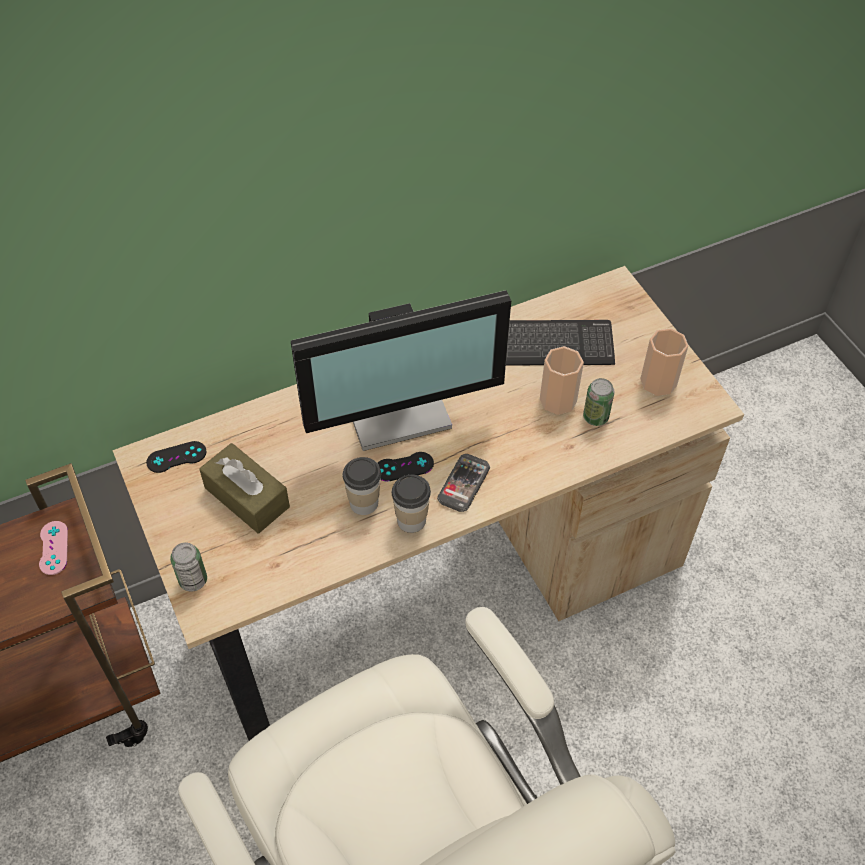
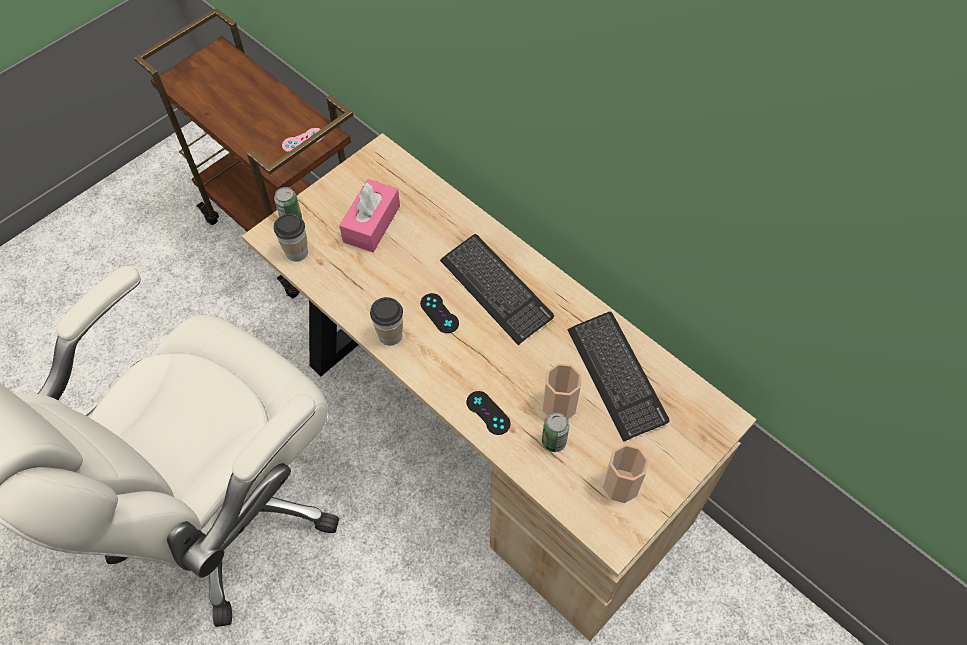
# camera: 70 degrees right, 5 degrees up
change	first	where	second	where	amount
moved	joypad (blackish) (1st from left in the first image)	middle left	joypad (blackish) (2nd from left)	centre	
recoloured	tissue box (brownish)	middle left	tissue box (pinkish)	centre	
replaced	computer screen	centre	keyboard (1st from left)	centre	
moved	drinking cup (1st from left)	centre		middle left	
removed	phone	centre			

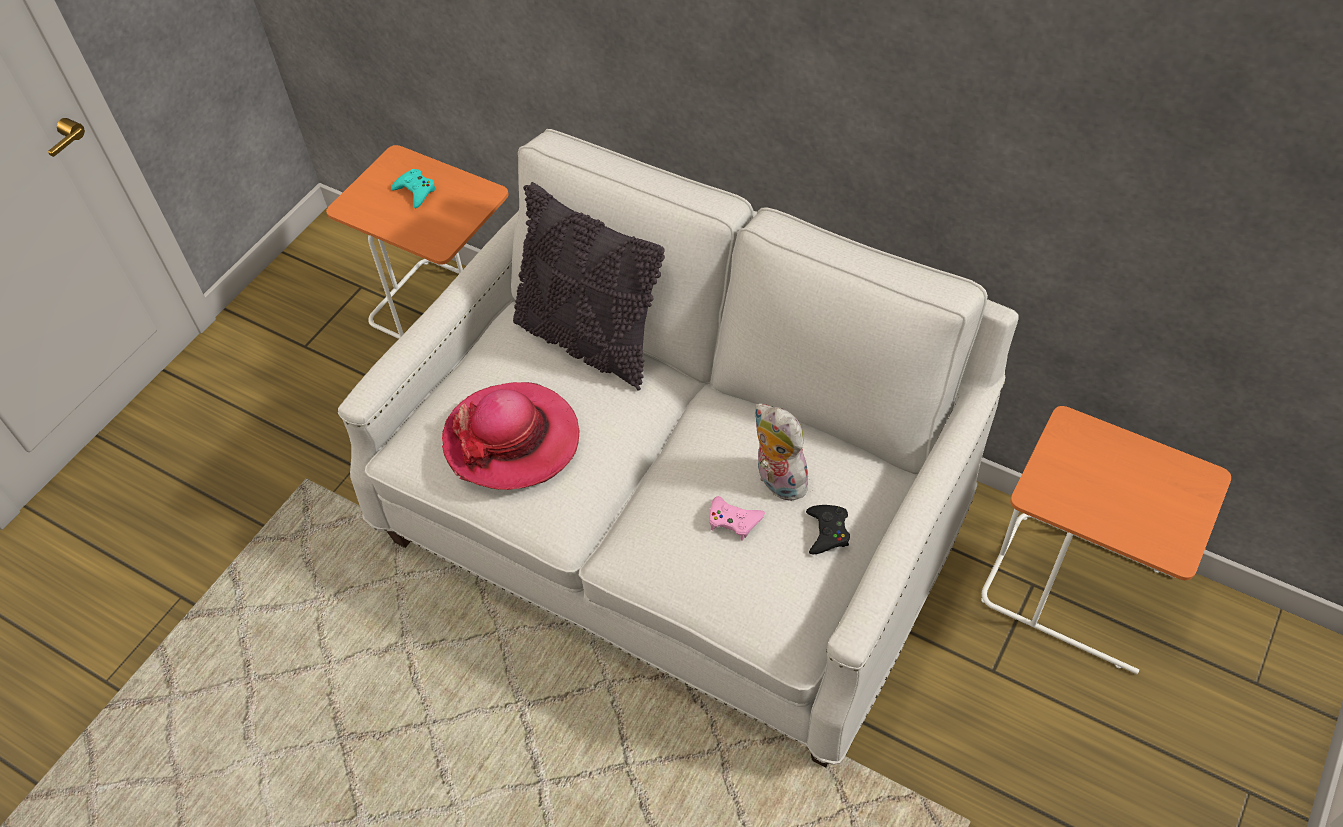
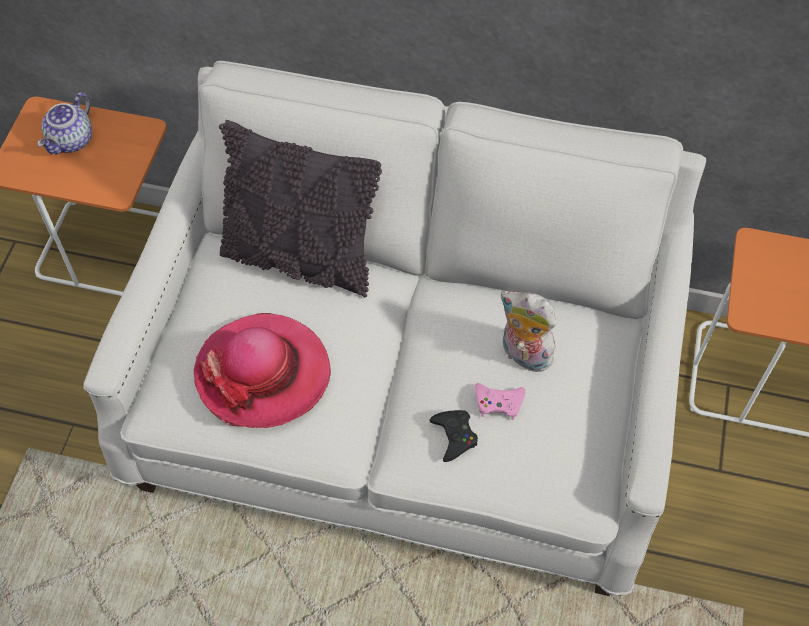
# camera: 20 degrees left, 5 degrees up
change	first	where	second	where	amount
replaced	joypad (turquoise)	top left	tea pot	top left	
moved	joypad (blackish)	centre		bottom centre	

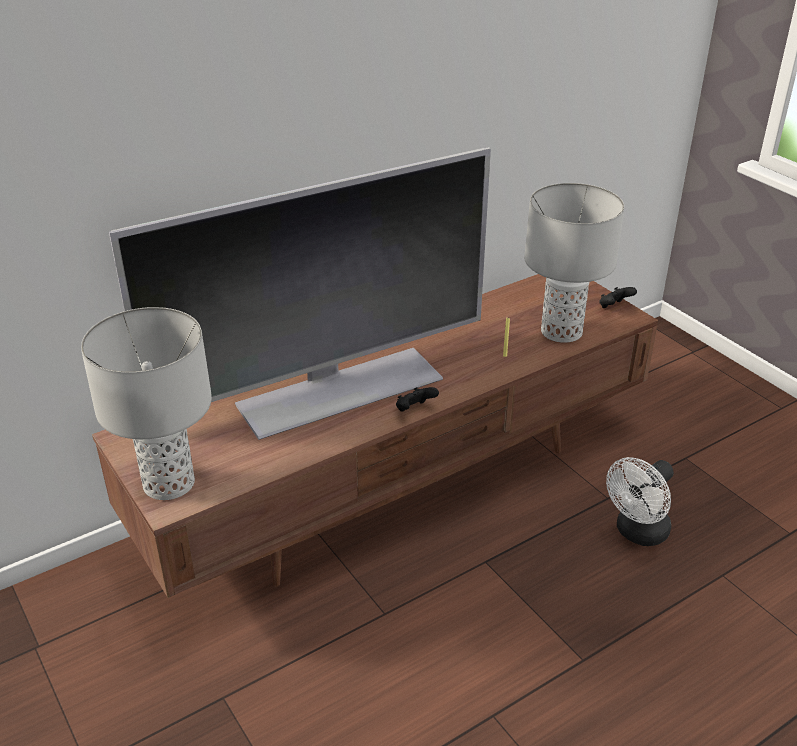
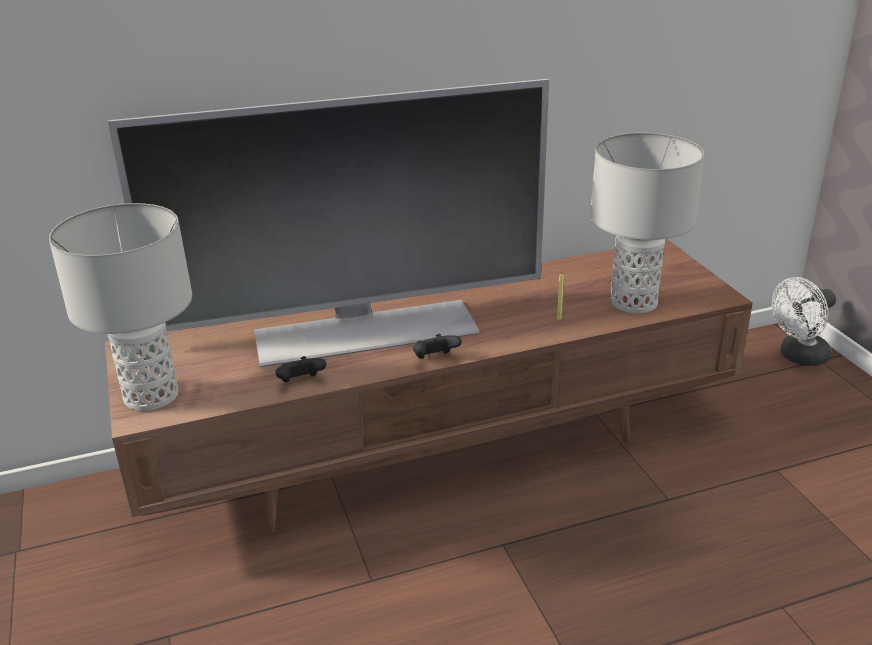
# camera: 15 degrees right, 5 degrees down
change	first	where	second	where	amount
moved	joypad (blackish) (2nd from left in the first image)	middle right	joypad (blackish) (1st from left)	centre	
moved	fan (whitish)	bottom right		middle right	

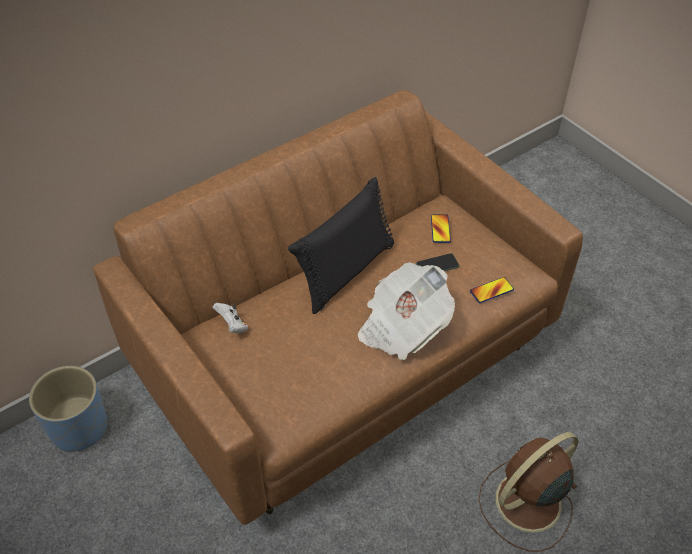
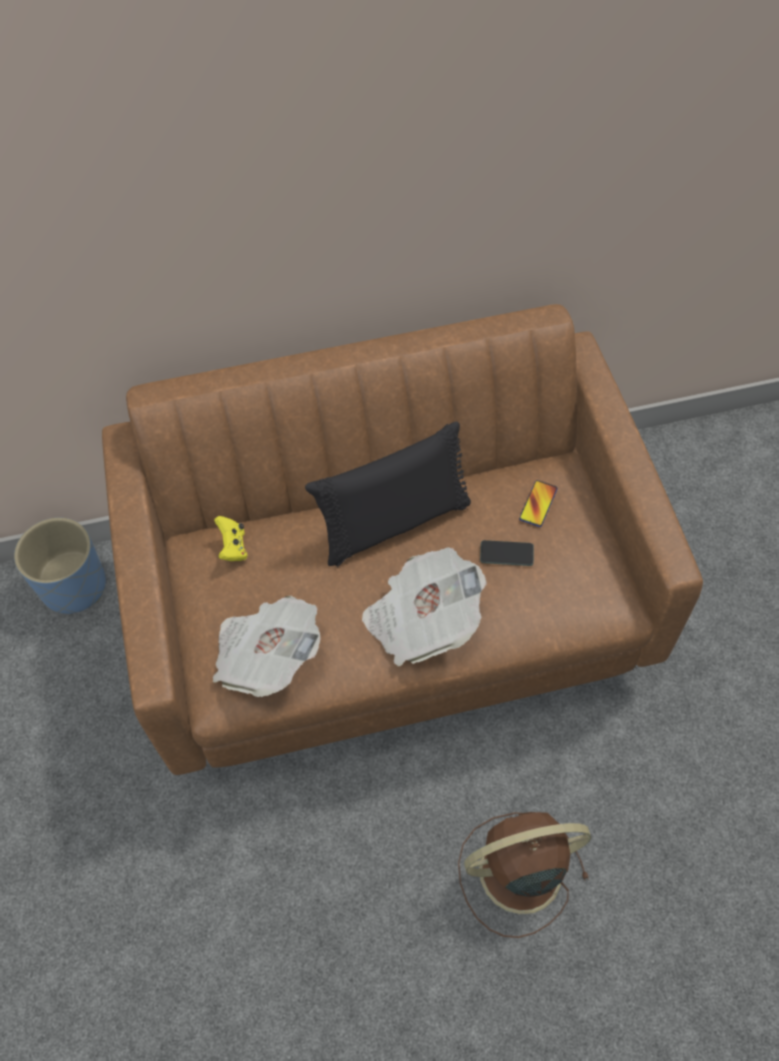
# camera: 25 degrees right, 10 degrees up
change	first	where	second	where	amount
recoloured	joypad (whitish)	middle left	joypad (yellow-coloured)	middle left	
removed	phone (3rd from left)	middle right			
added			printed paper (1st from left)	centre	

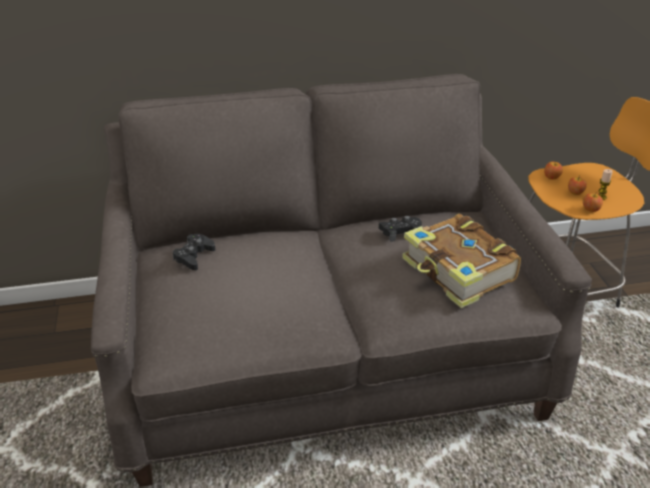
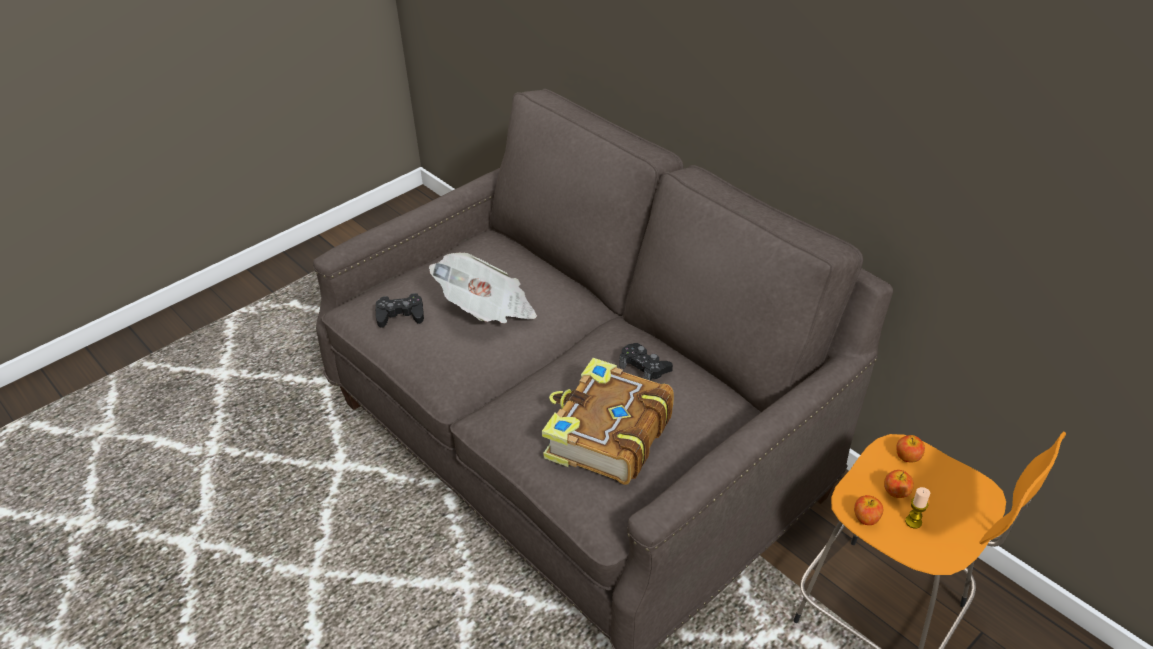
# camera: 60 degrees right, 5 degrees up
change	first	where	second	where	amount
moved	joypad (blackish) (1st from left)	middle left		centre	
added			printed paper	centre	

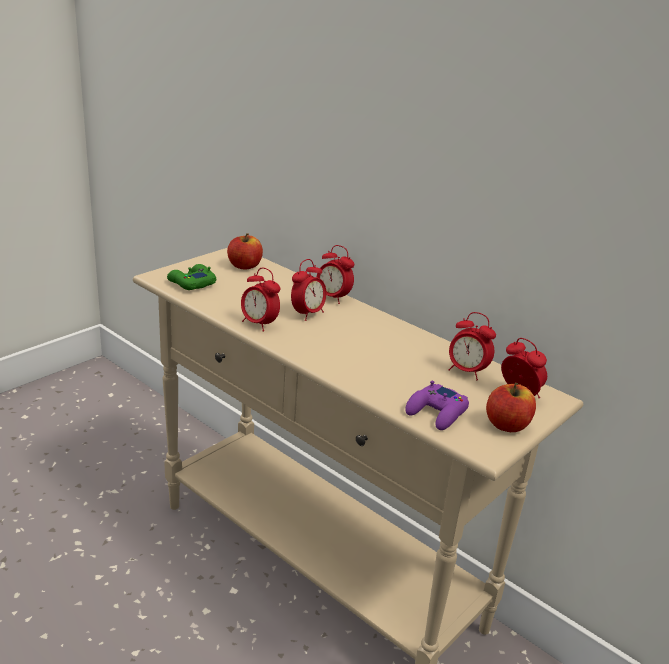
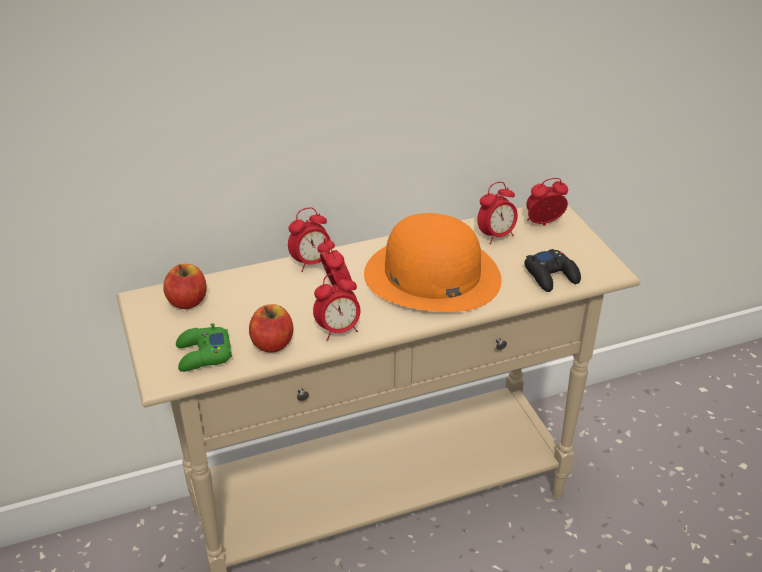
# camera: 60 degrees left, 10 degrees up
change	first	where	second	where	amount
recoloured	joypad (purplish)	centre	joypad (blackish)	middle right	
moved	whole apple (2nd from left)	middle right		centre	
added			wearable hat (orange-coloured)	centre	

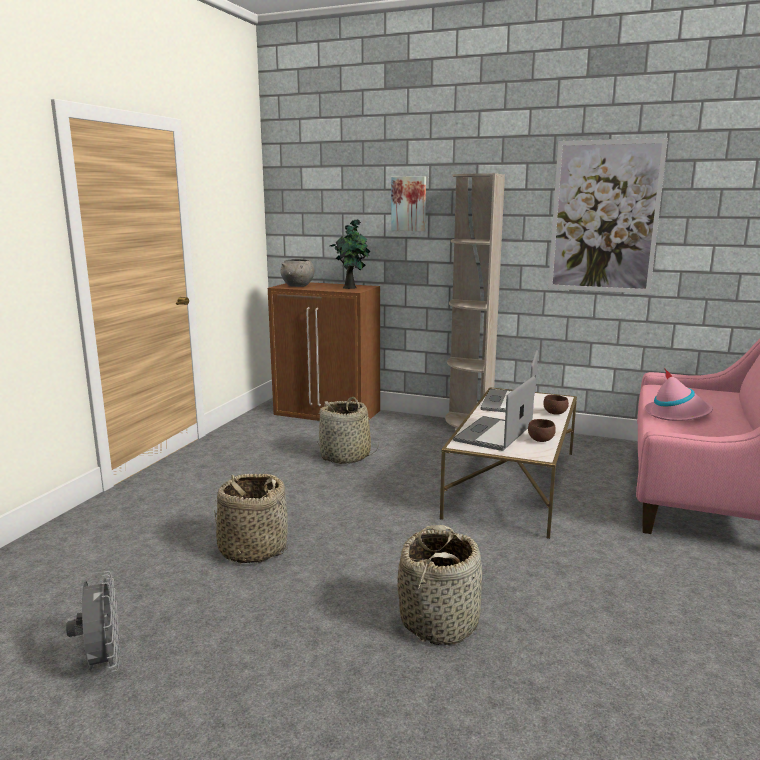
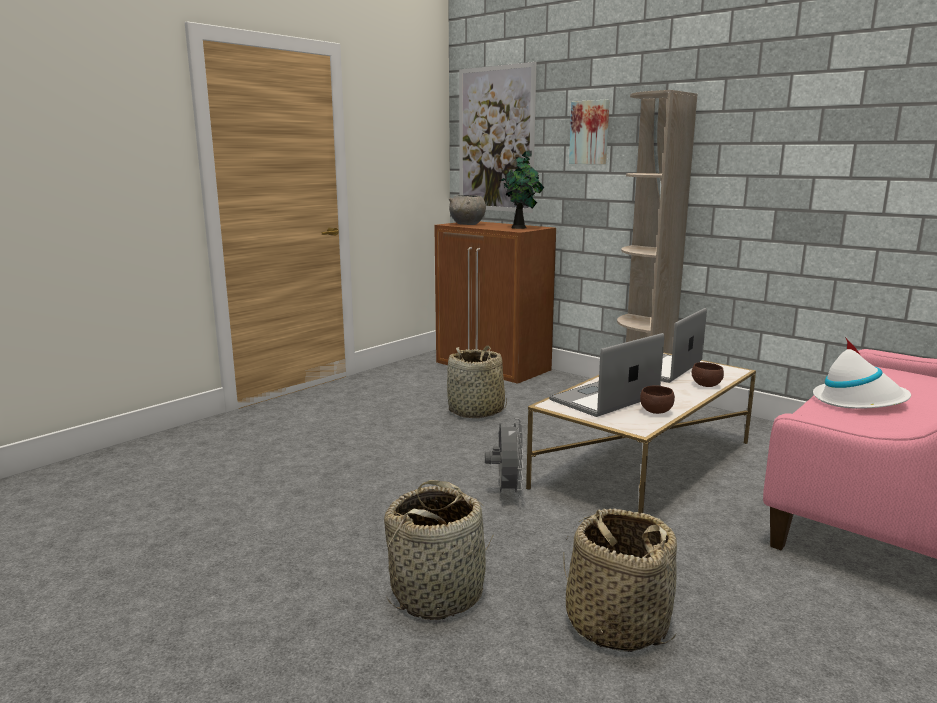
# camera: 20 degrees right, 0 degrees up
change	first	where	second	where	amount
moved	fan (gray)	bottom left		centre	
moved	household basket (1st from left in the first image)	bottom left	household basket (3rd from left)	bottom centre	
moved	wall art (2nd from left in the first image)	top right	wall art (1st from left)	top centre	
recoloured	wearable hat (pinkish)	middle right	wearable hat (whitish)	middle right	

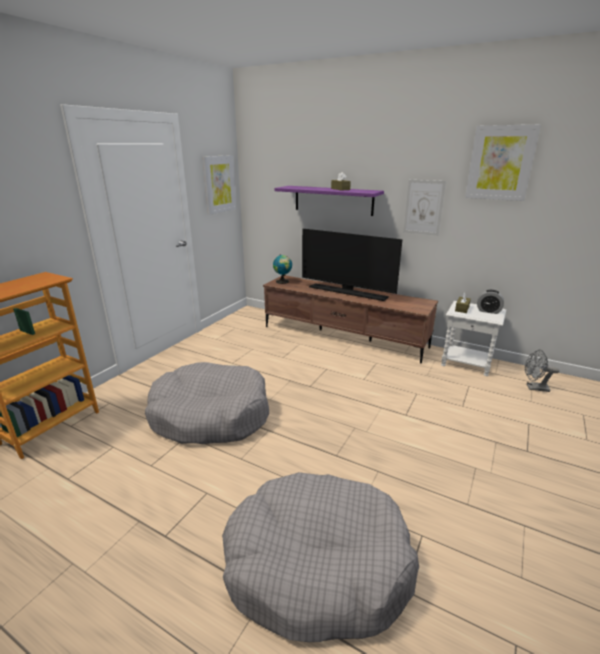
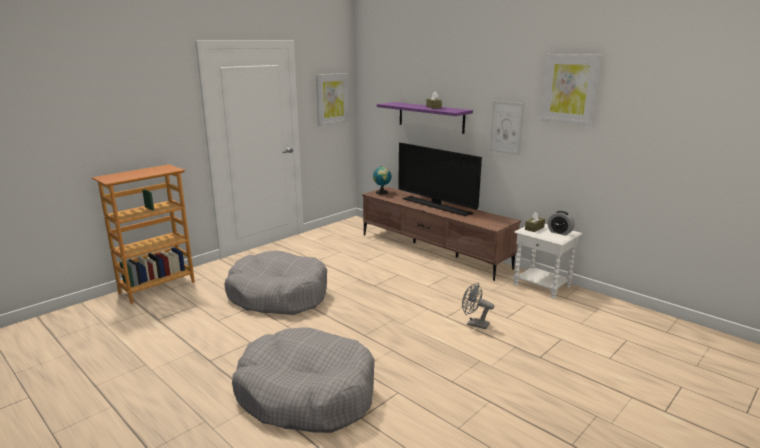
# camera: 15 degrees right, 5 degrees down
change	first	where	second	where	amount
moved	fan (gray)	middle right		bottom centre	

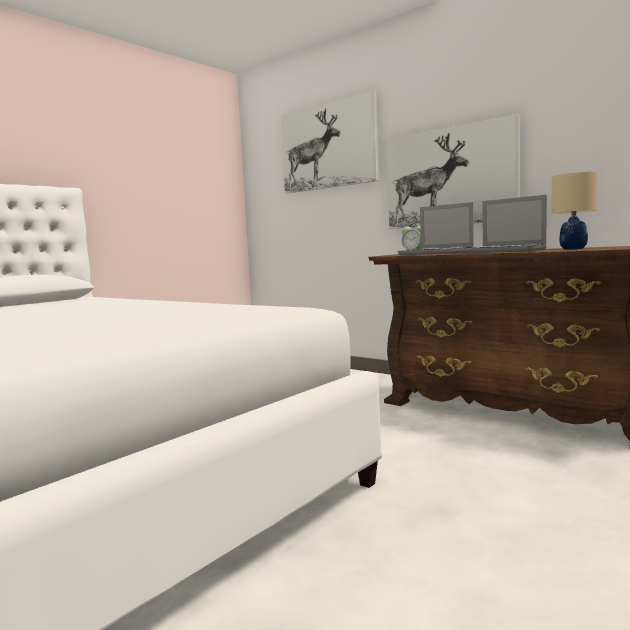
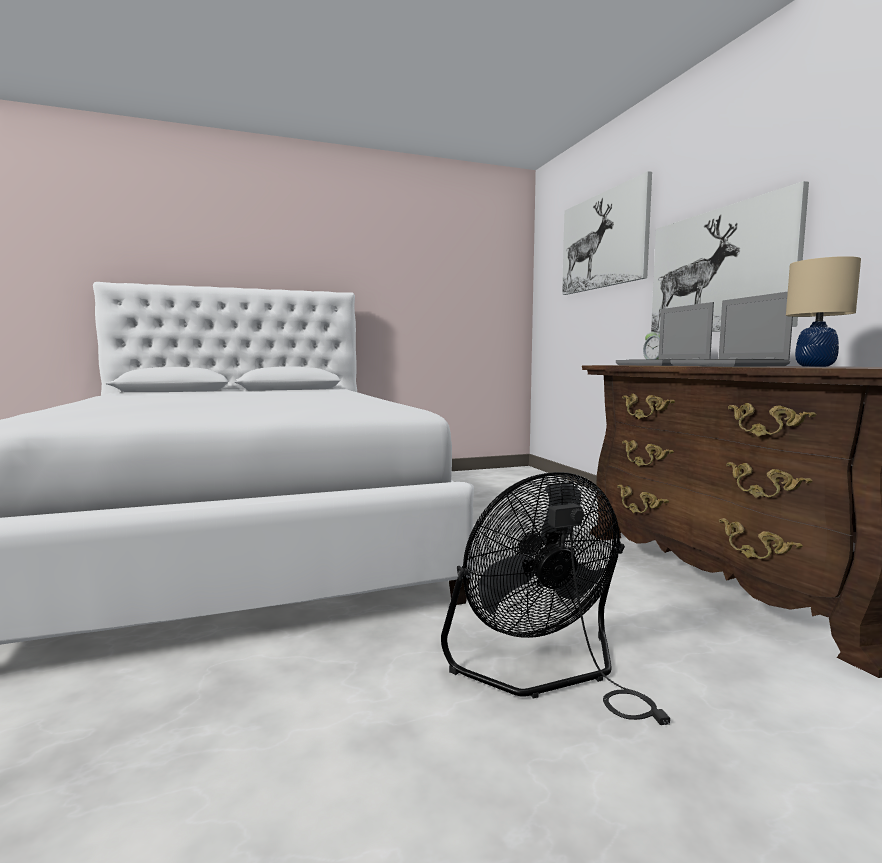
# camera: 30 degrees right, 0 degrees up
change	first	where	second	where	amount
added			fan (blackish)	bottom centre	

